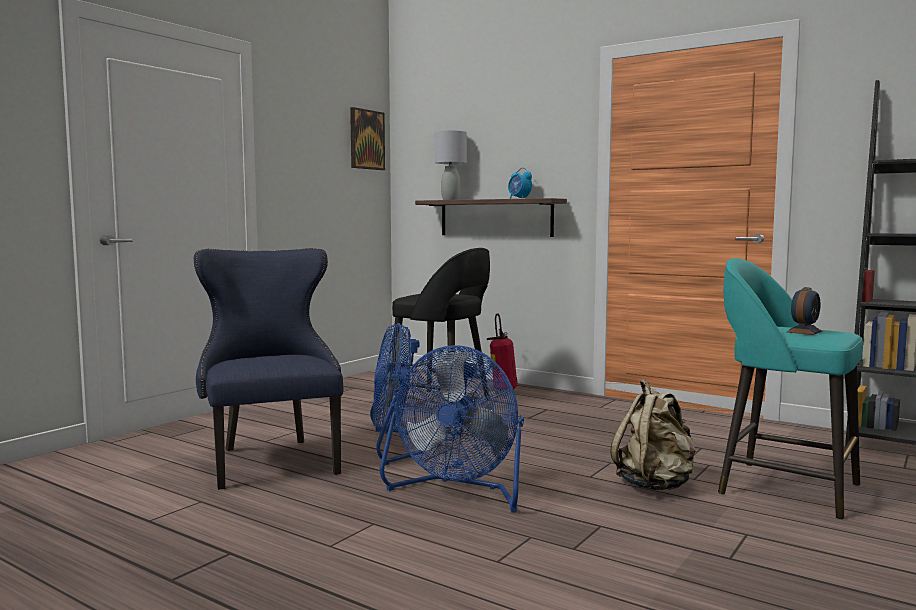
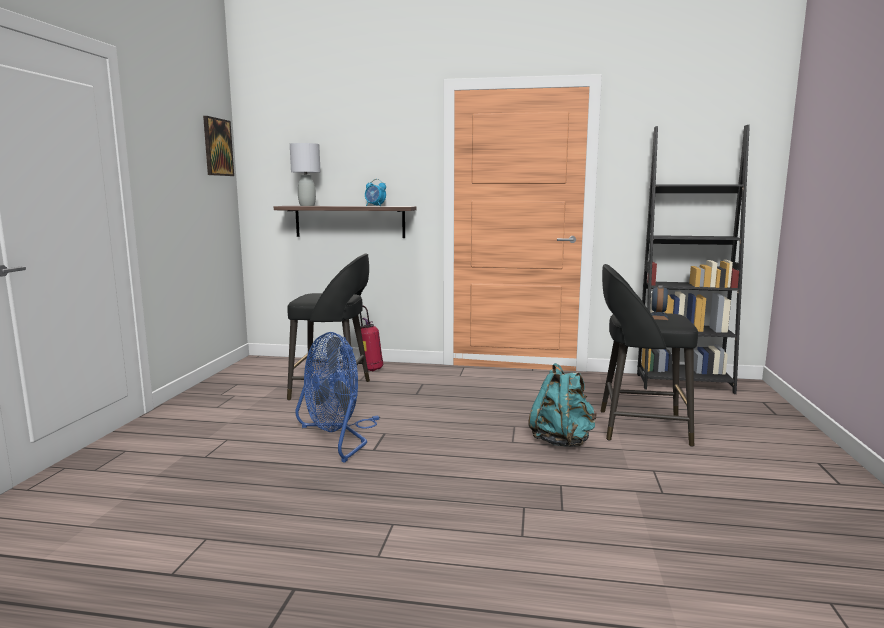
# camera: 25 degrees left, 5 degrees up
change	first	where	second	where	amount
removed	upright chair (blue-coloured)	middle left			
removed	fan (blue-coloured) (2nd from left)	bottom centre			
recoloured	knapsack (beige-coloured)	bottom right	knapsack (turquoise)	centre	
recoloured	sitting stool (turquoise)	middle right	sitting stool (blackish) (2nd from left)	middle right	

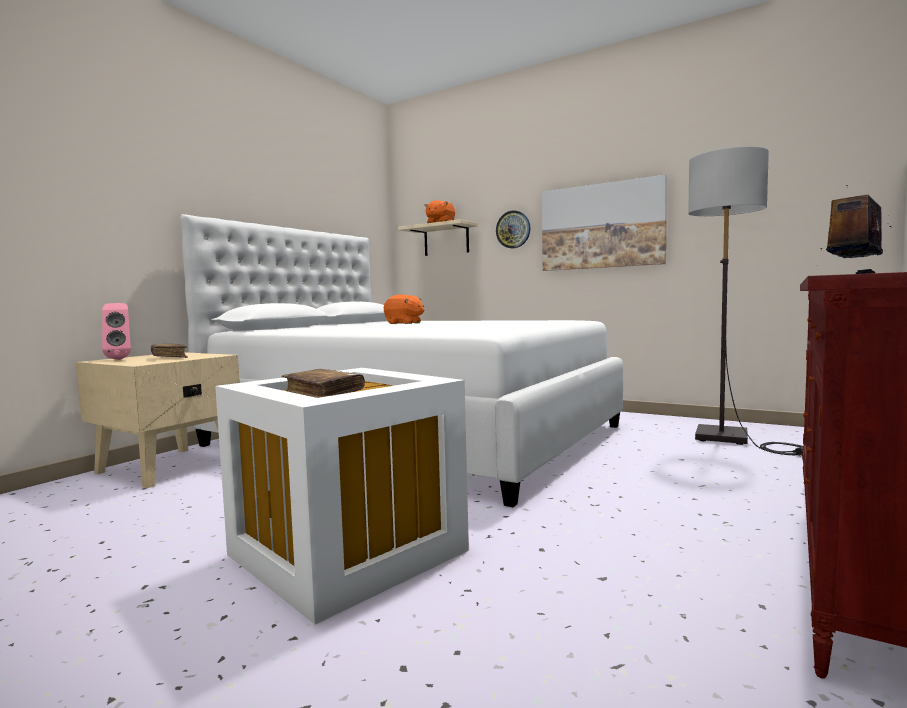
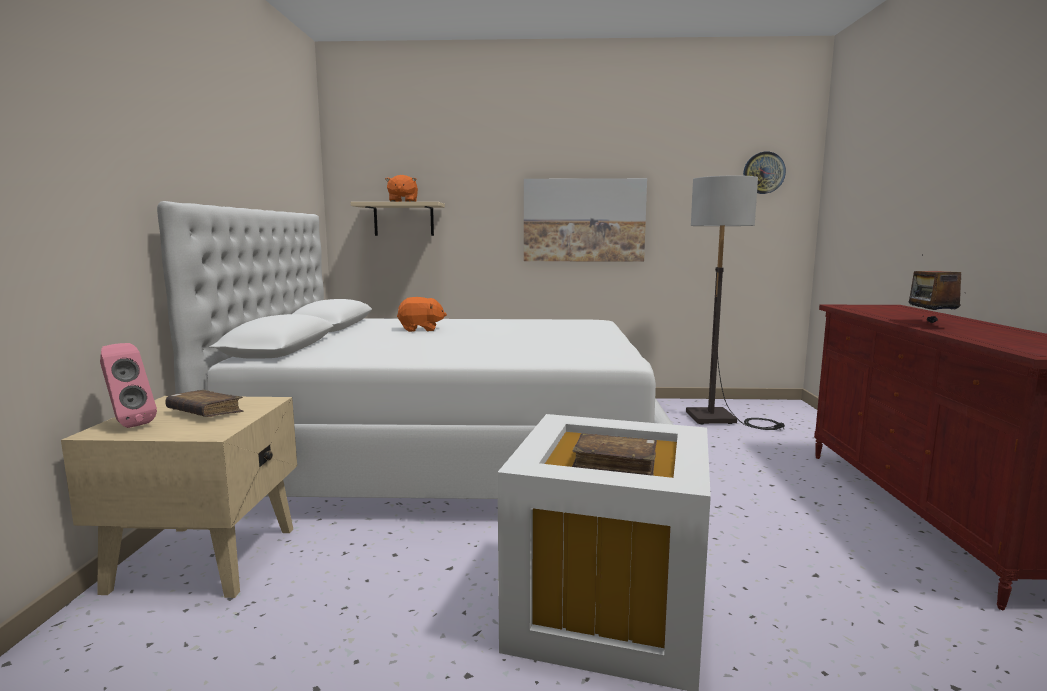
# camera: 30 degrees left, 5 degrees up
change	first	where	second	where	amount
moved	wall clock	top centre		top right	

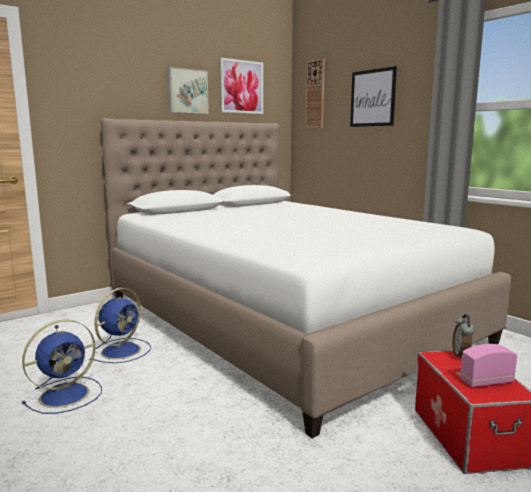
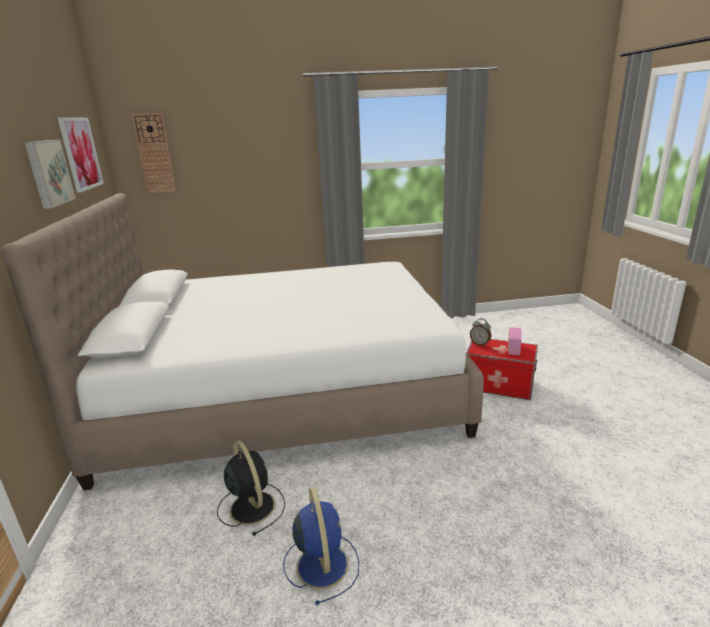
# camera: 60 degrees left, 10 degrees up
change	first	where	second	where	amount
recoloured	fan (blue-coloured) (2nd from left)	middle left	fan (blackish)	bottom centre	
removed	wall art (3rd from left)	top right			

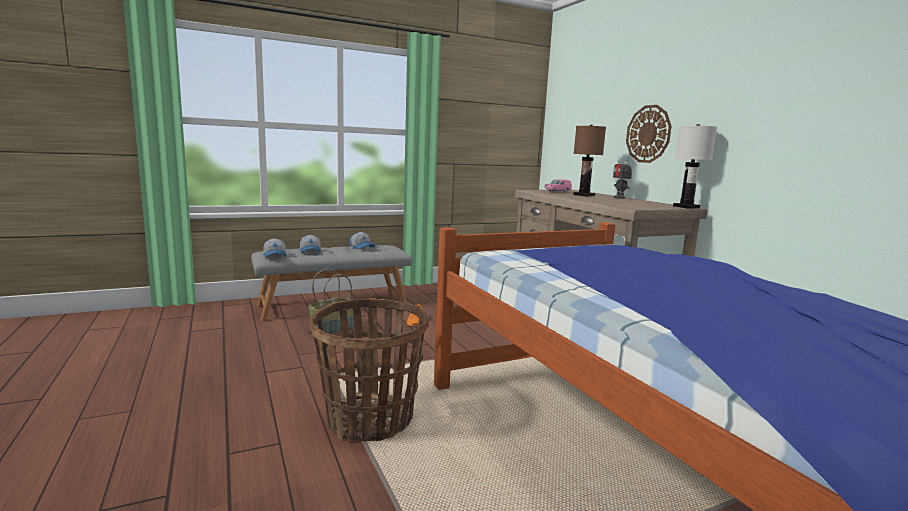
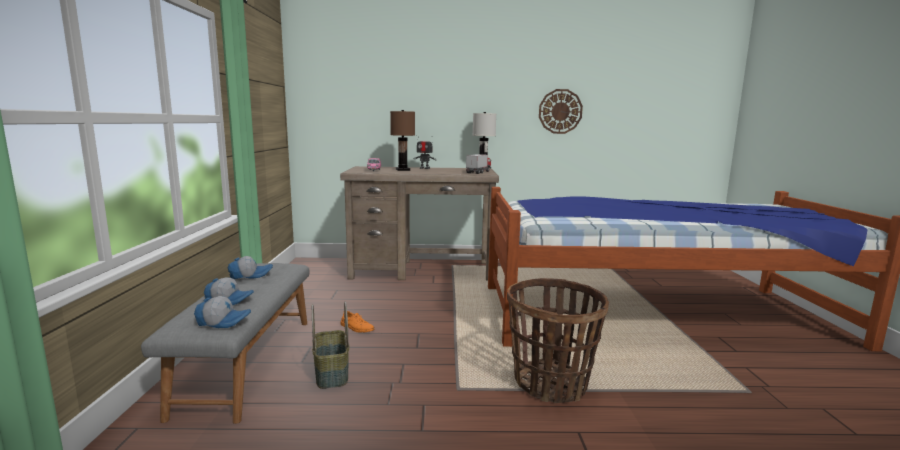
# camera: 65 degrees left, 0 degrees up
change	first	where	second	where	amount
moved	wall clock	top right		top centre	
added			toy lorry	centre	

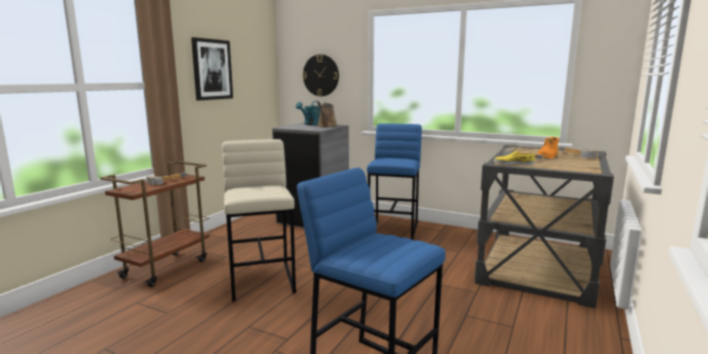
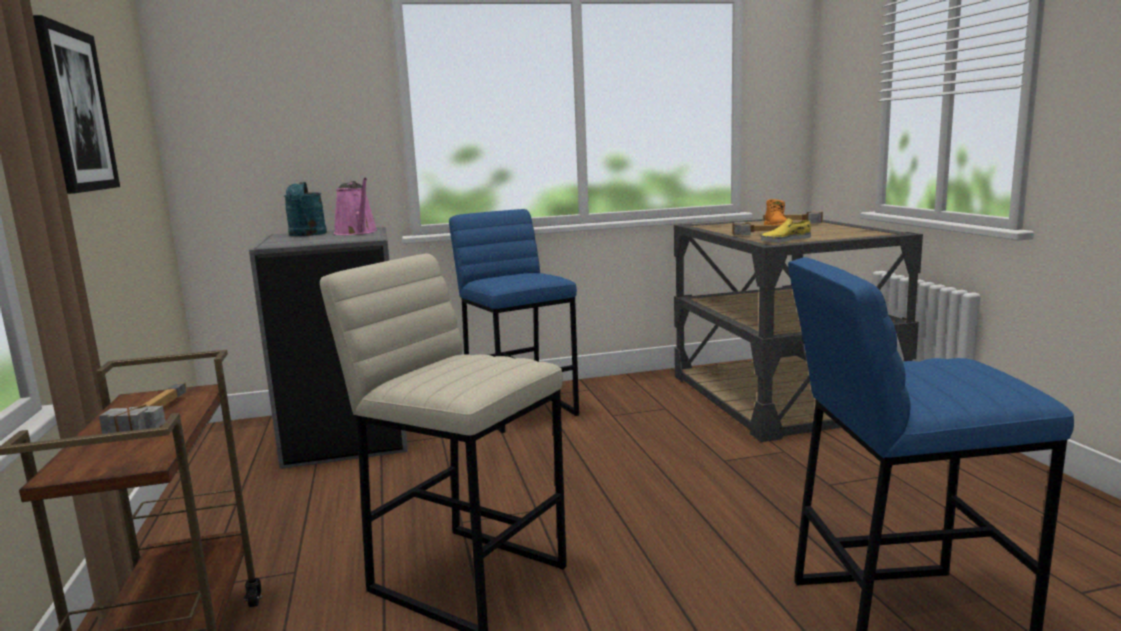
# camera: 40 degrees left, 0 degrees up
change	first	where	second	where	amount
removed	wall clock	top centre			
recoloured	sprinkling can (brownish)	top centre	sprinkling can (pinkish)	top left	

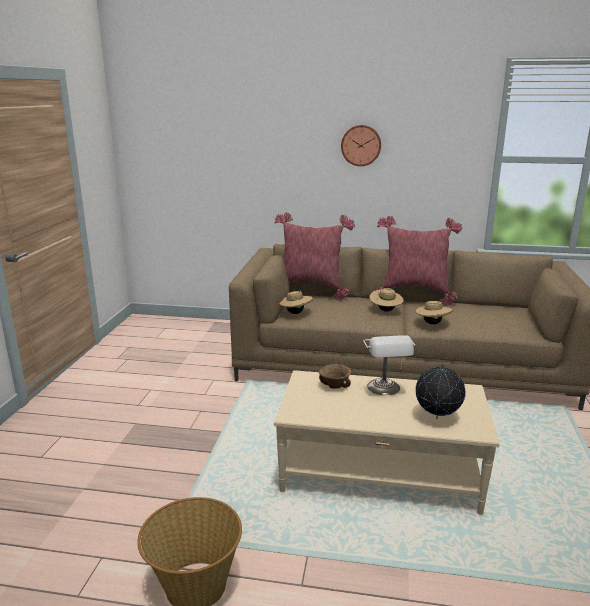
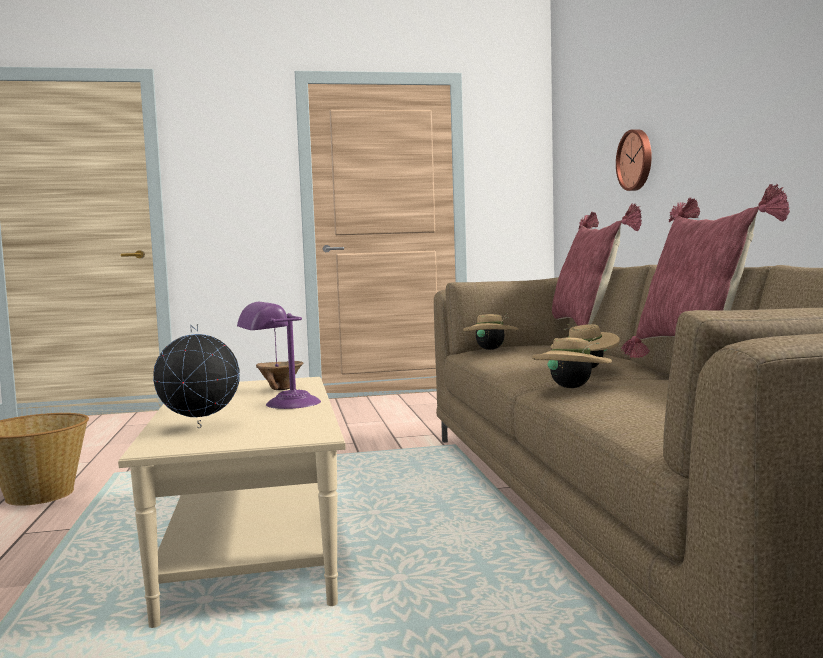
# camera: 70 degrees right, 15 degrees down
change	first	where	second	where	amount
moved	wall clock	top centre		top right	
recoloured	tabletop lamp (whitish)	centre	tabletop lamp (purplish)	centre	

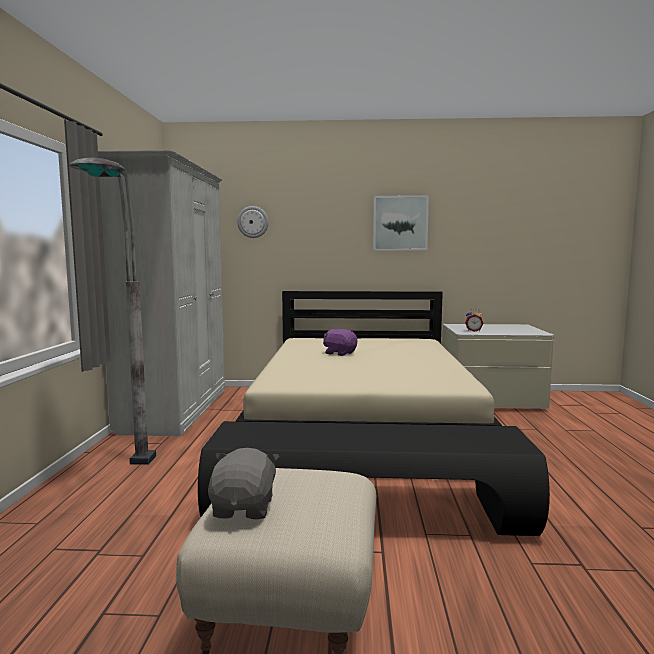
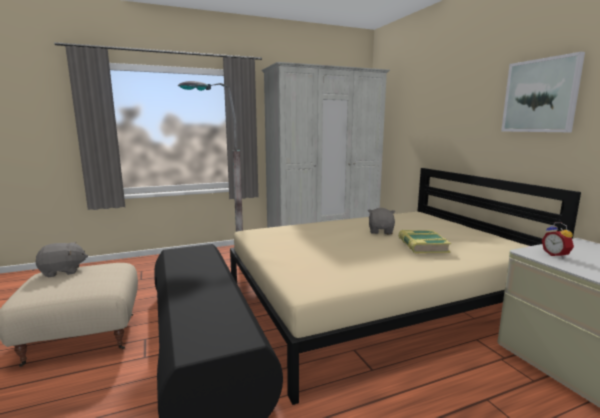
# camera: 65 degrees right, 5 degrees up
change	first	where	second	where	amount
removed	wall clock	centre			
recoloured	soft toy (purplish)	centre	soft toy (gray) (2nd from left)	centre	
added			book	middle right	

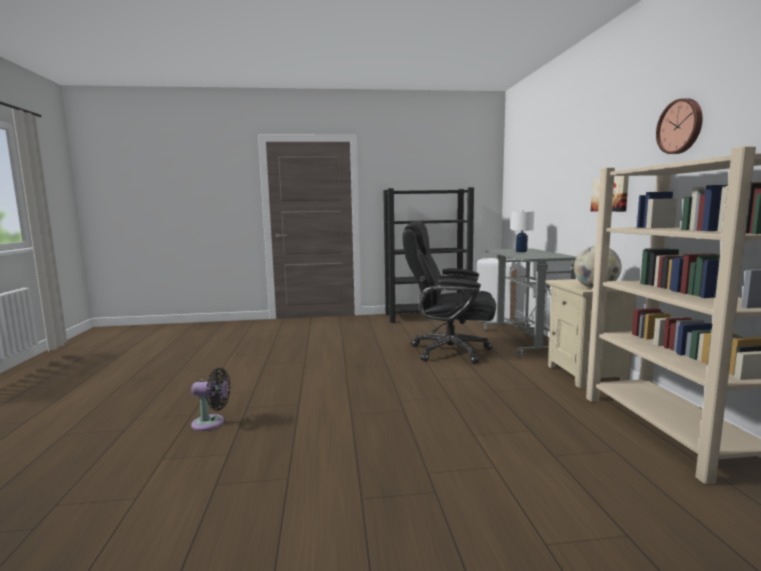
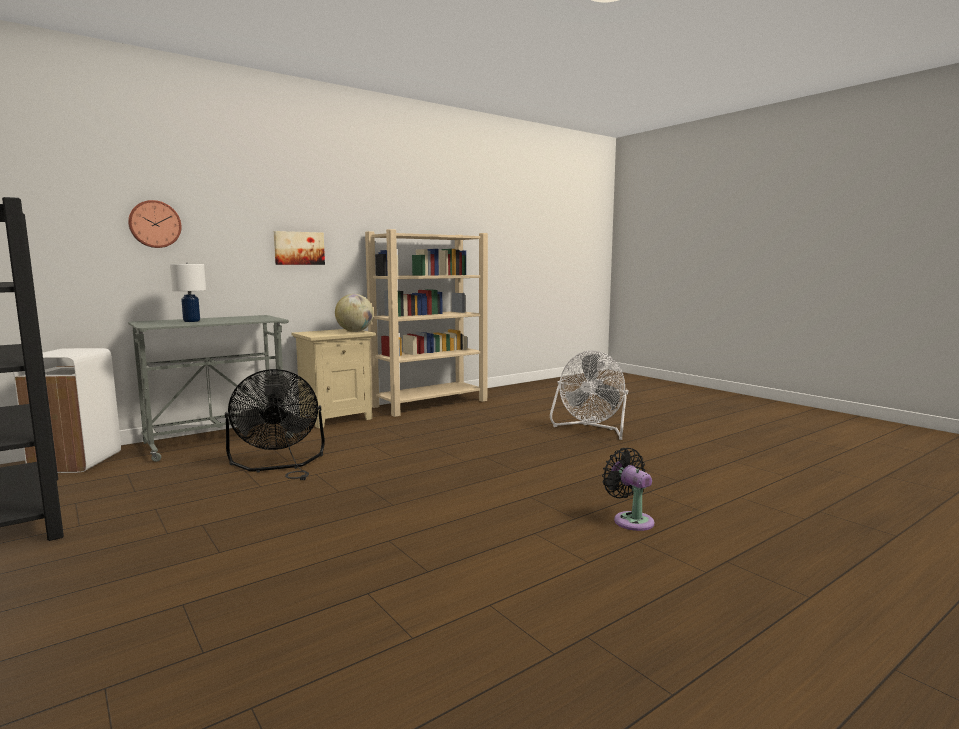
# camera: 120 degrees left, 0 degrees up
change	first	where	second	where	amount
replaced	desk chair (blackish)	centre	fan (blackish) (1st from left)	middle left	
moved	wall clock	top right		top left	
added			fan (whitish)	centre	

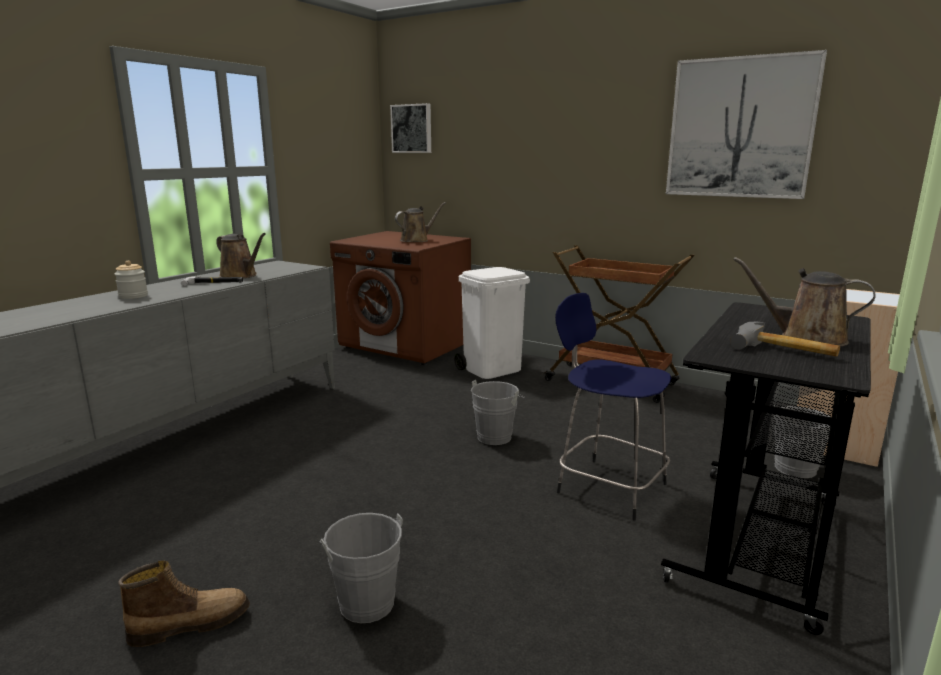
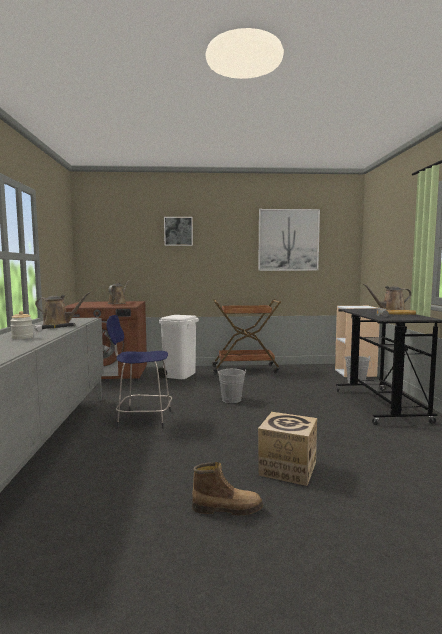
# camera: 35 degrees left, 10 degrees down
change	first	where	second	where	amount
turned	tall boot	bottom left		bottom centre	60 degrees clockwise
replaced	pail (gray) (1st from left)	bottom centre	carton	bottom centre	
moved	wall art (1st from left)	top centre		centre	
moved	sitting stool (blue-coloured)	centre		middle left	

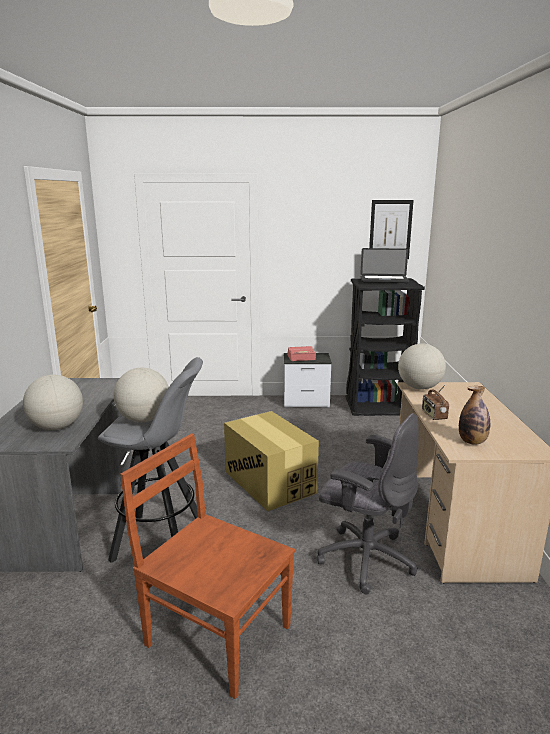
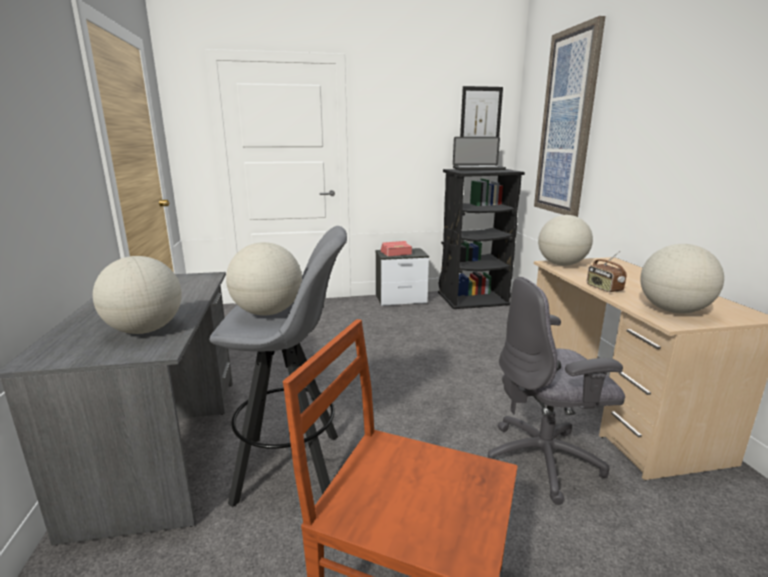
# camera: 10 degrees left, 0 degrees up
change	first	where	second	where	amount
removed	carton	centre			
turned	desk chair (gray)	bottom right		bottom right	150 degrees clockwise
replaced	drink bottle	middle right	world globe (4th from left)	middle right	
added			wall art (2nd from left)	top right	

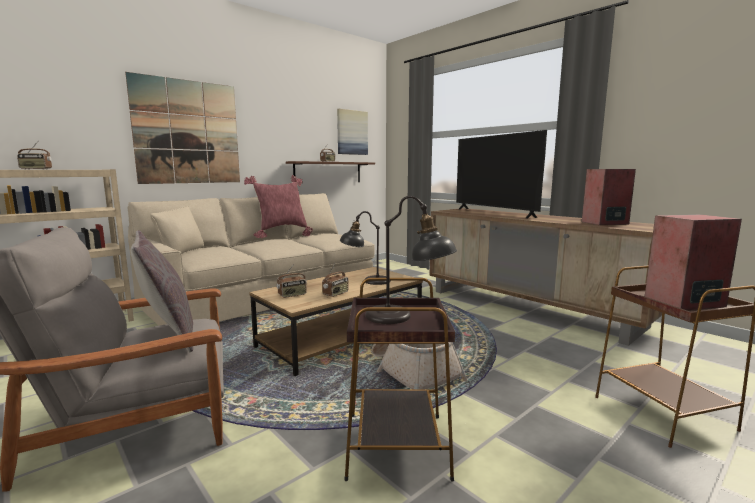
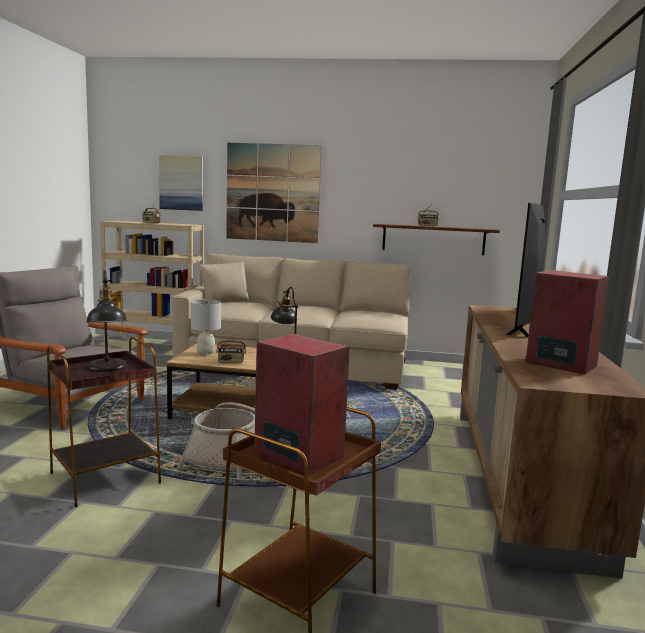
# camera: 50 degrees right, 0 degrees up
change	first	where	second	where	amount
removed	cushion (gray)	middle left			
removed	cushion (reddish)	centre			
replaced	radio (2nd from left)	centre	tabletop lamp (gray) (2nd from left)	middle left	
moved	wall art (2nd from left in the first image)	top centre	wall art (1st from left)	top left	

